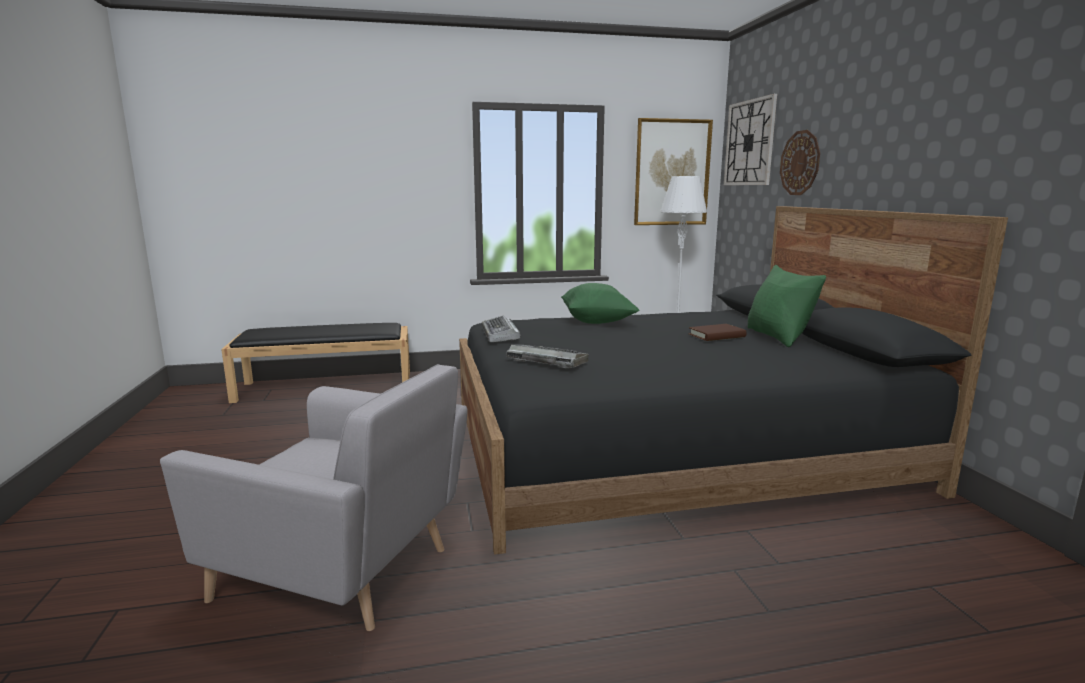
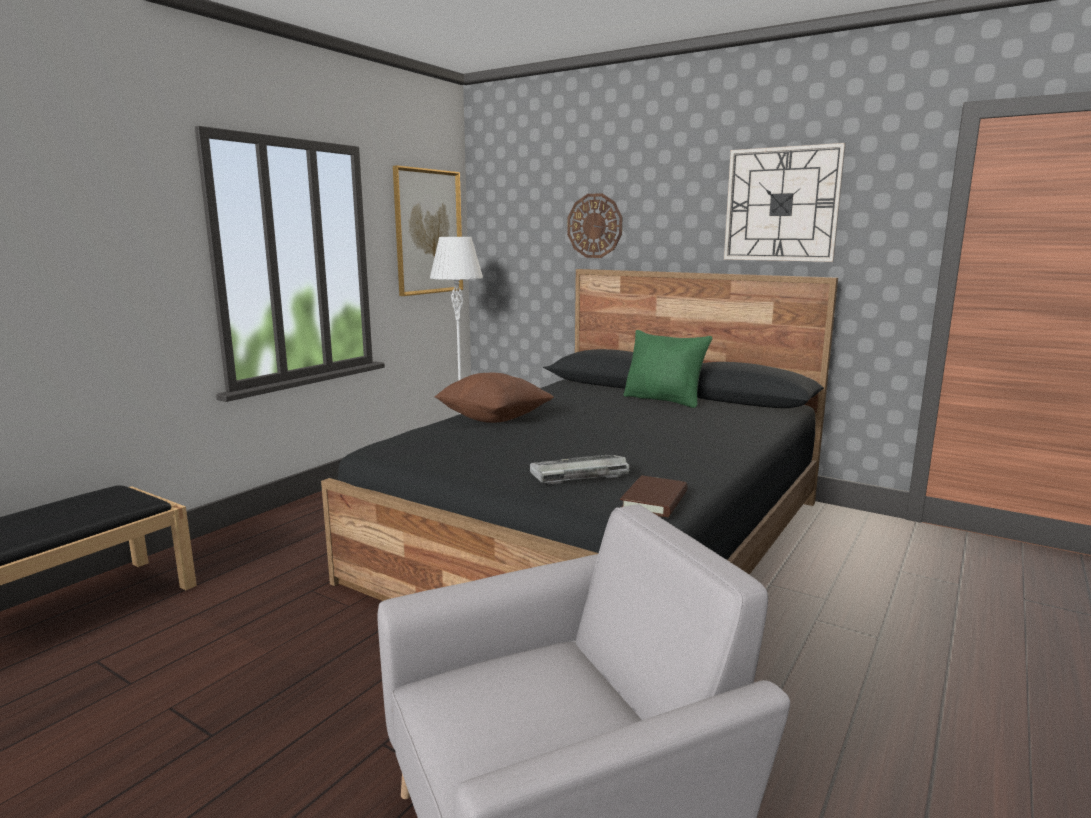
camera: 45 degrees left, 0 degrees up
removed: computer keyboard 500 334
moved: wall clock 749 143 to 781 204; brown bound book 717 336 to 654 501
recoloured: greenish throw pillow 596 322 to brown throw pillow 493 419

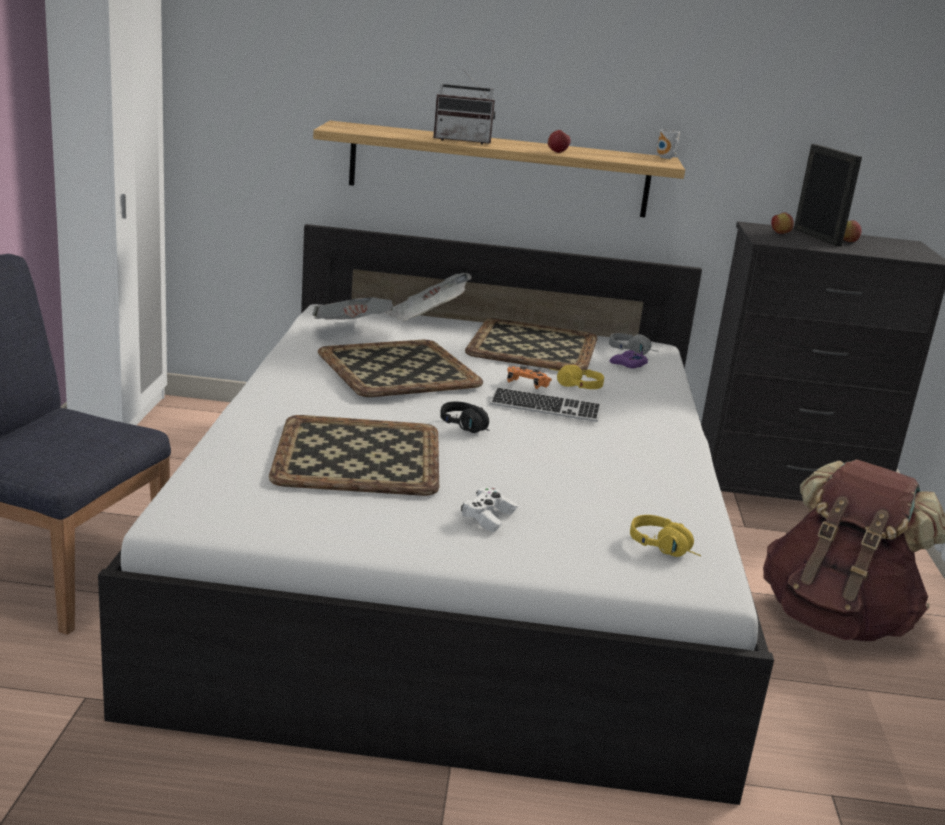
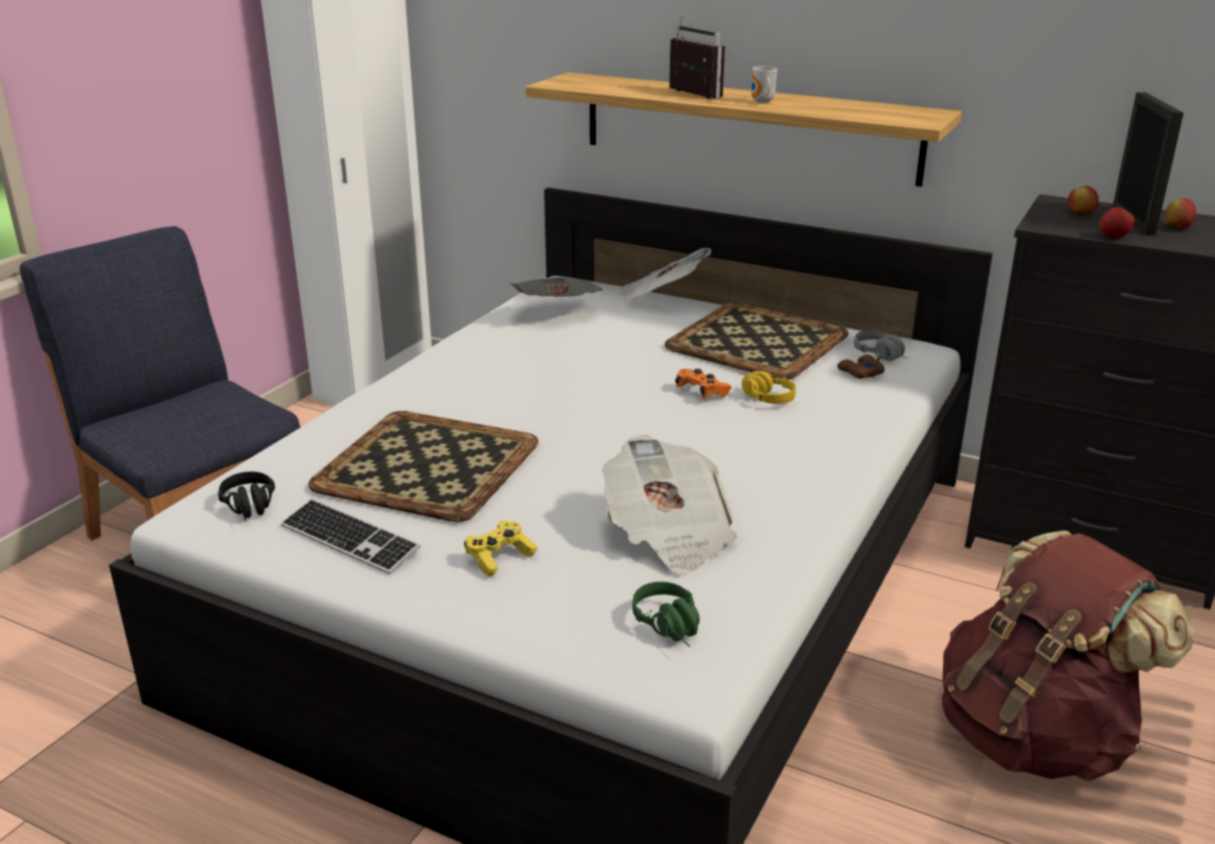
camera: 25 degrees right, 5 degrees up
removed: serving tray 397 369
added: daily paper 668 535
moved: mug 666 158 to 762 102; apple fruit 557 152 to 1113 237; computer keyboard 545 408 to 349 539; black-coloured headphones 469 428 to 251 509
recoloured: purple-coloured gamepad 627 364 to brown gamepad 860 372; whitish gamepad 488 518 to yellow gamepad 499 558; yellow headphones 666 549 to greenish headphones 672 628
turned: radio 462 140 = 688 95 150 degrees counterclockwise

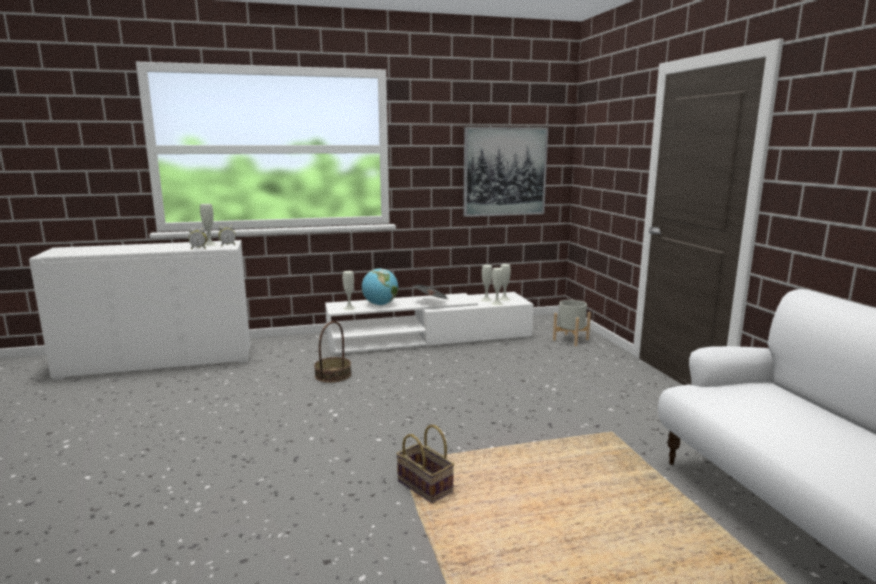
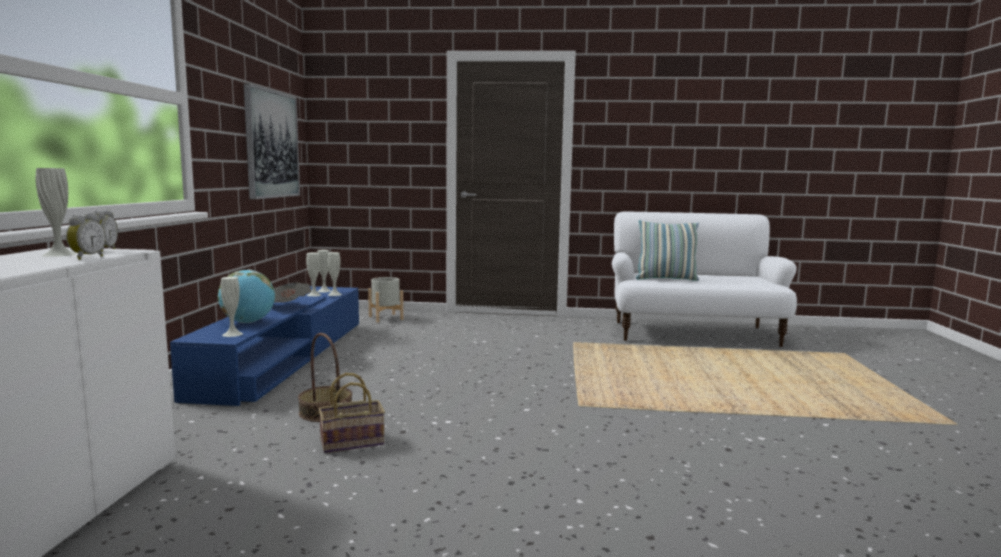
camera: 70 degrees left, 5 degrees down
added: throw pillow 666 279
moved: storage basket 426 487 to 353 442
recoloured: whitish media console 429 338 to bluish media console 285 356

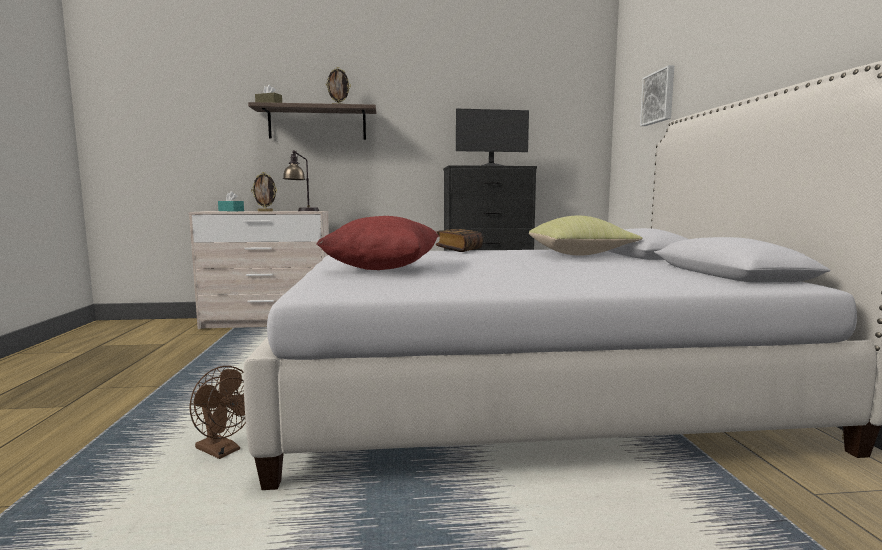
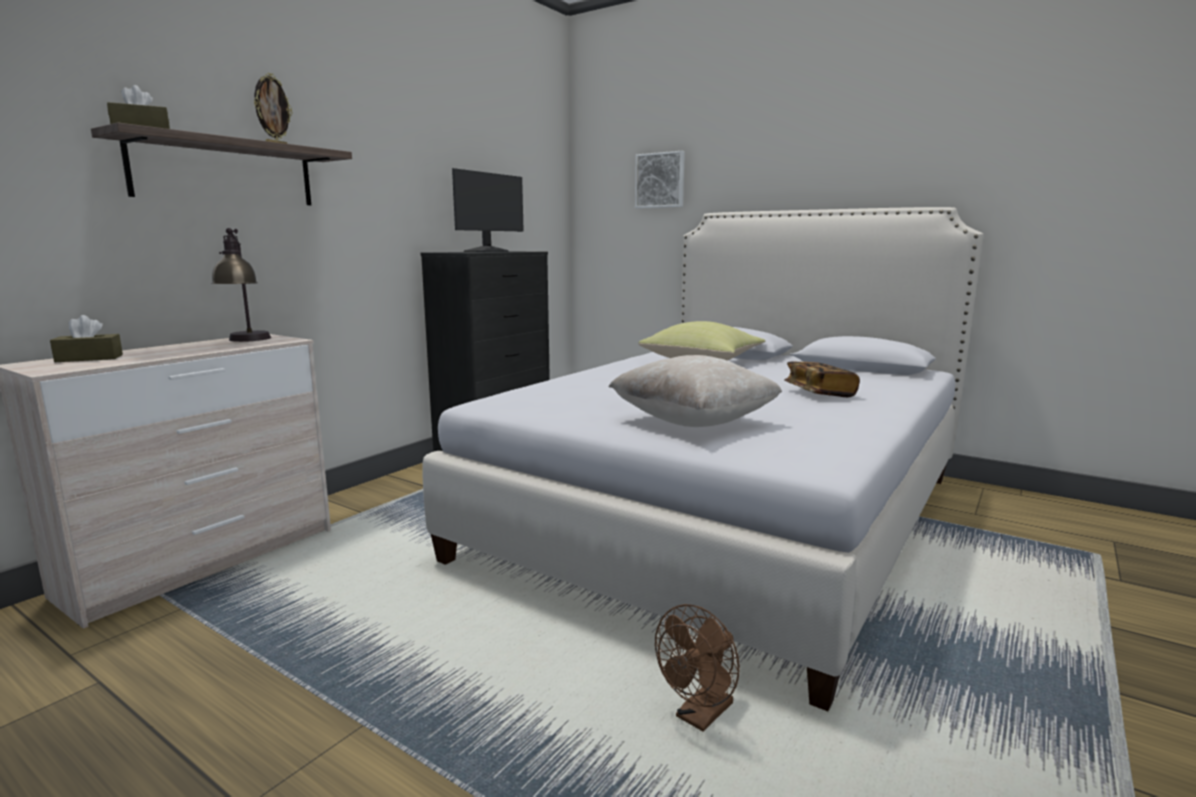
camera: 50 degrees left, 5 degrees up
removed: standing frame 265 211
moved: bound book 459 250 to 819 393
recoloured: blue-green tissue box 231 211 to brown tissue box 89 358; red-coloured throw pillow 383 269 to sand-coloured throw pillow 693 422
turned: brown electric fan 223 451 = 700 716 150 degrees clockwise

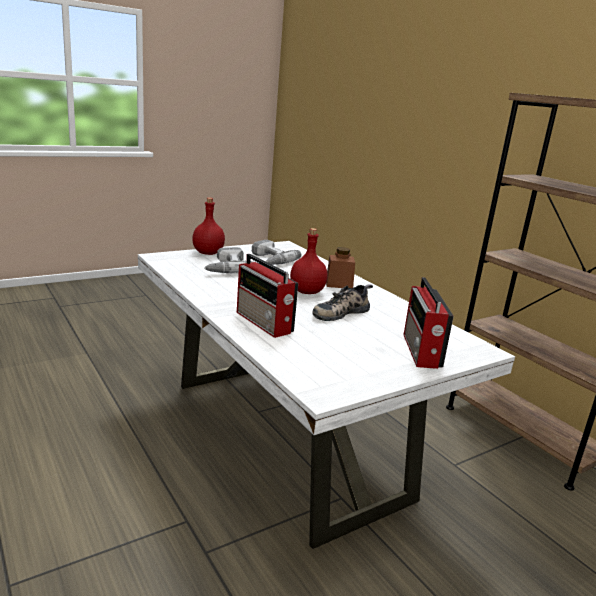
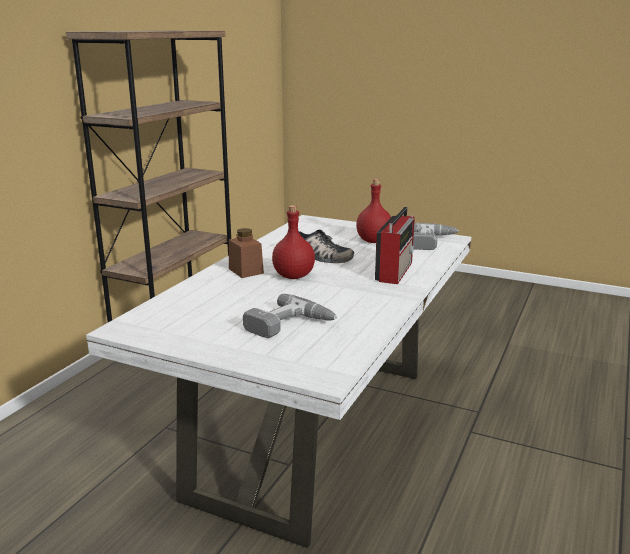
camera: 120 degrees left, 0 degrees up
removed: radio 421 351
moved: red-coloured bottle 207 253 to 374 241; electric drill 269 259 to 431 242

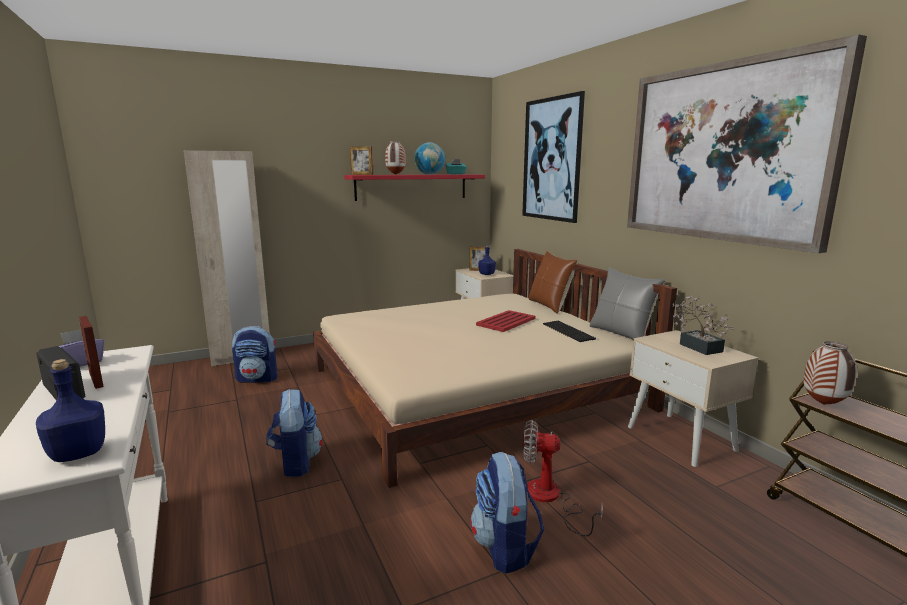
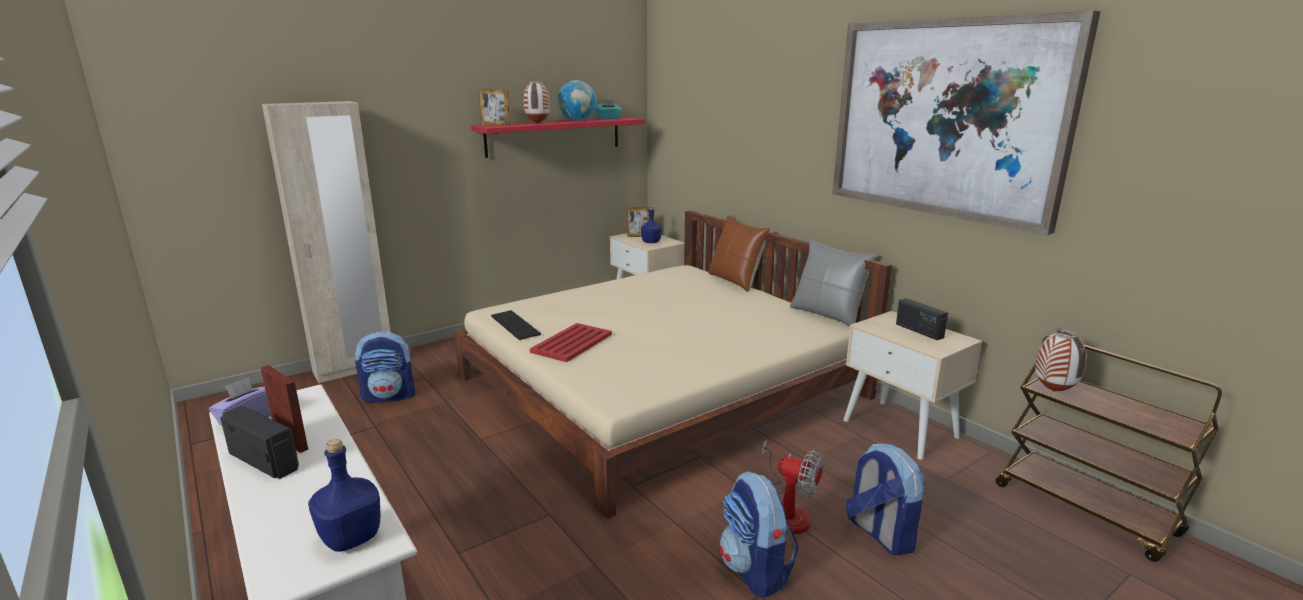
camera: 10 degrees left, 5 degrees up
removed: picture 551 159
moved: red-coloured serving tray 505 322 to 571 343; computer keyboard 569 331 to 516 325; rucksack 295 462 to 880 534
replaced: houseplant 697 346 to radio 919 331
turned: electric fan 550 499 = 786 511 150 degrees counterclockwise

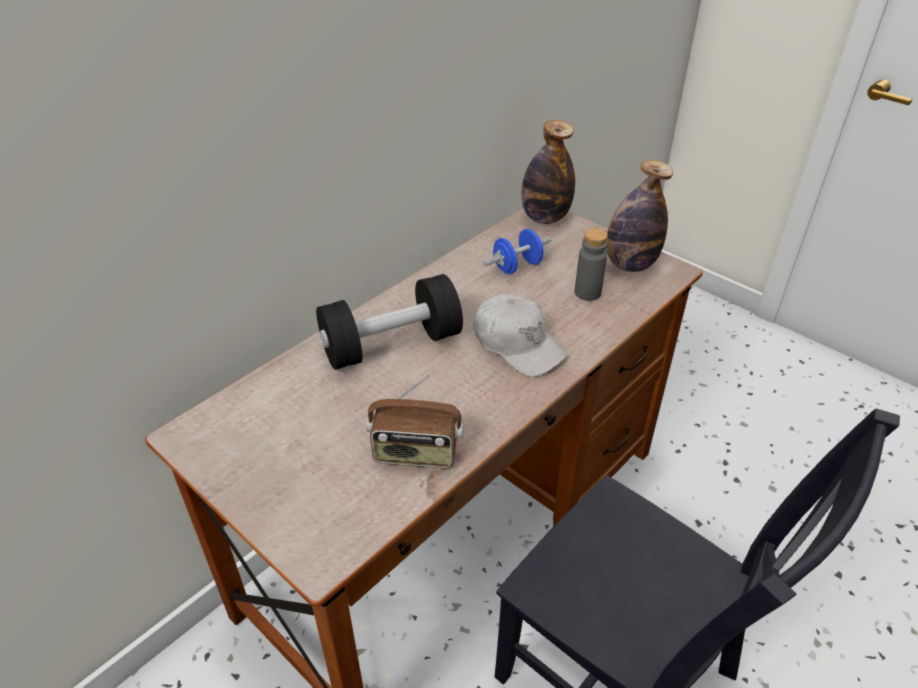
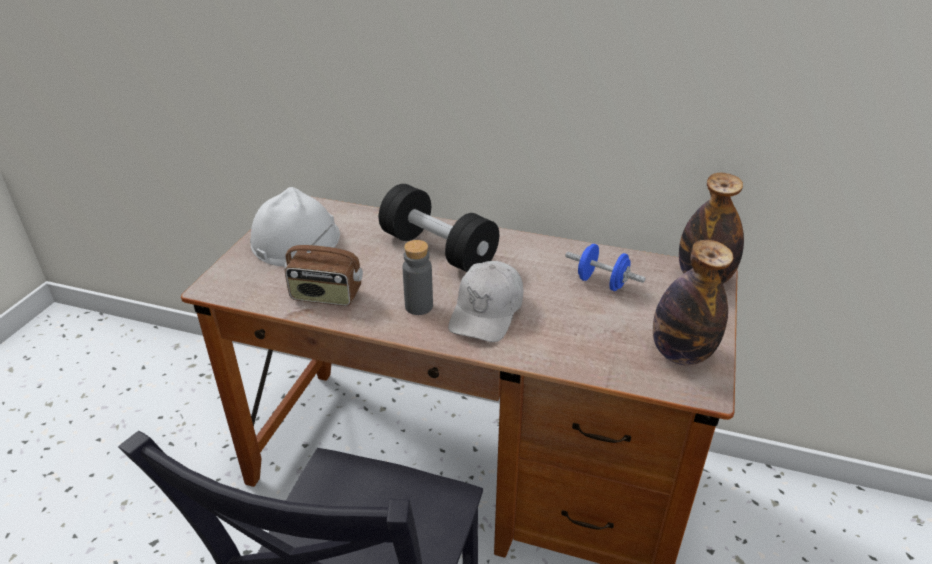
camera: 65 degrees right, 5 degrees down
added: whitish safety helmet 295 240
moved: gray bottle 587 292 to 419 306
turned: radio 415 453 = 326 296 60 degrees counterclockwise

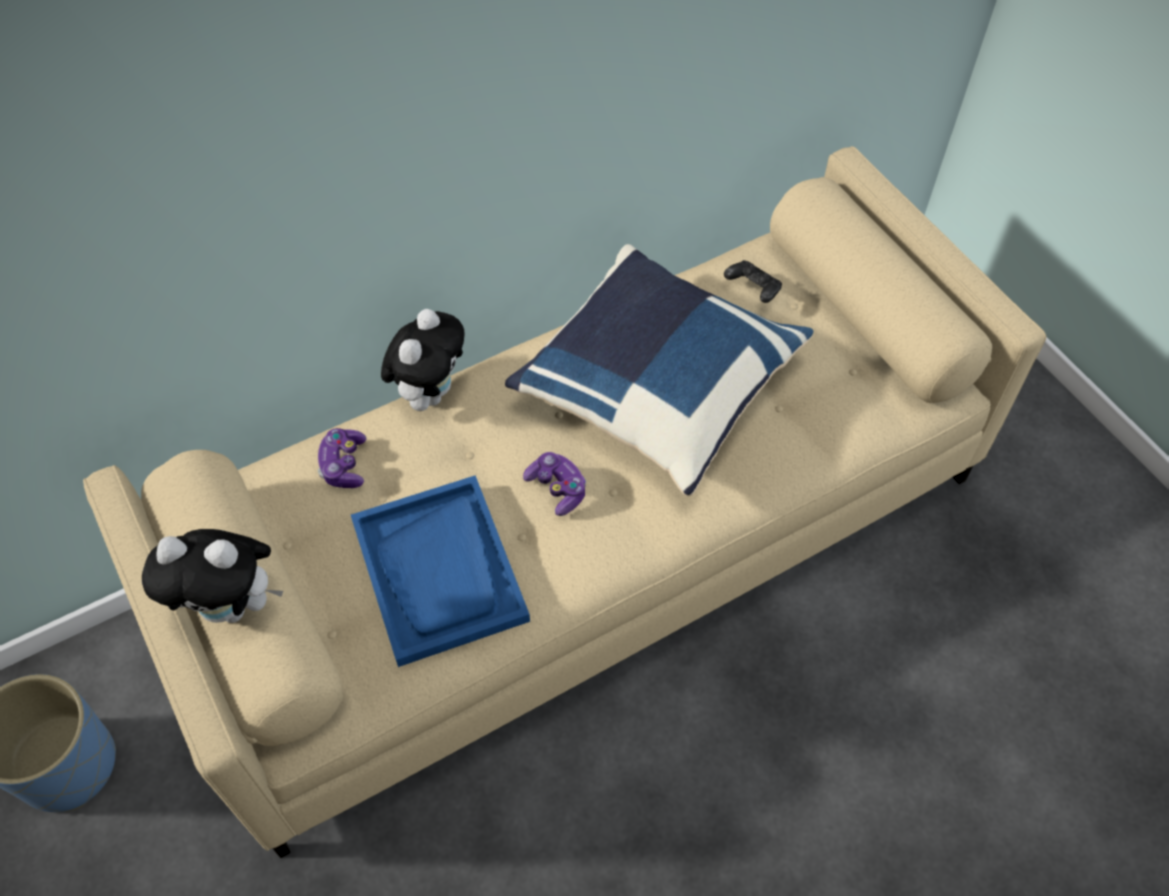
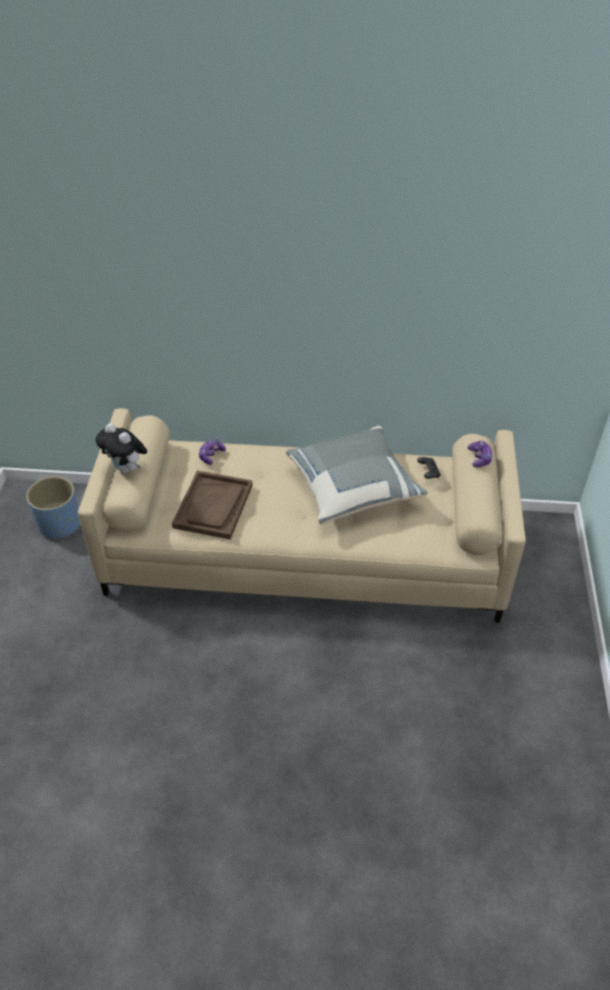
camera: 35 degrees right, 10 degrees down
removed: cuddly toy 430 392
moved: gamepad 557 488 to 479 458
recoloured: bluish throw pillow 656 388 to gray throw pillow 352 488; bluish serving tray 440 571 to brown serving tray 213 506

